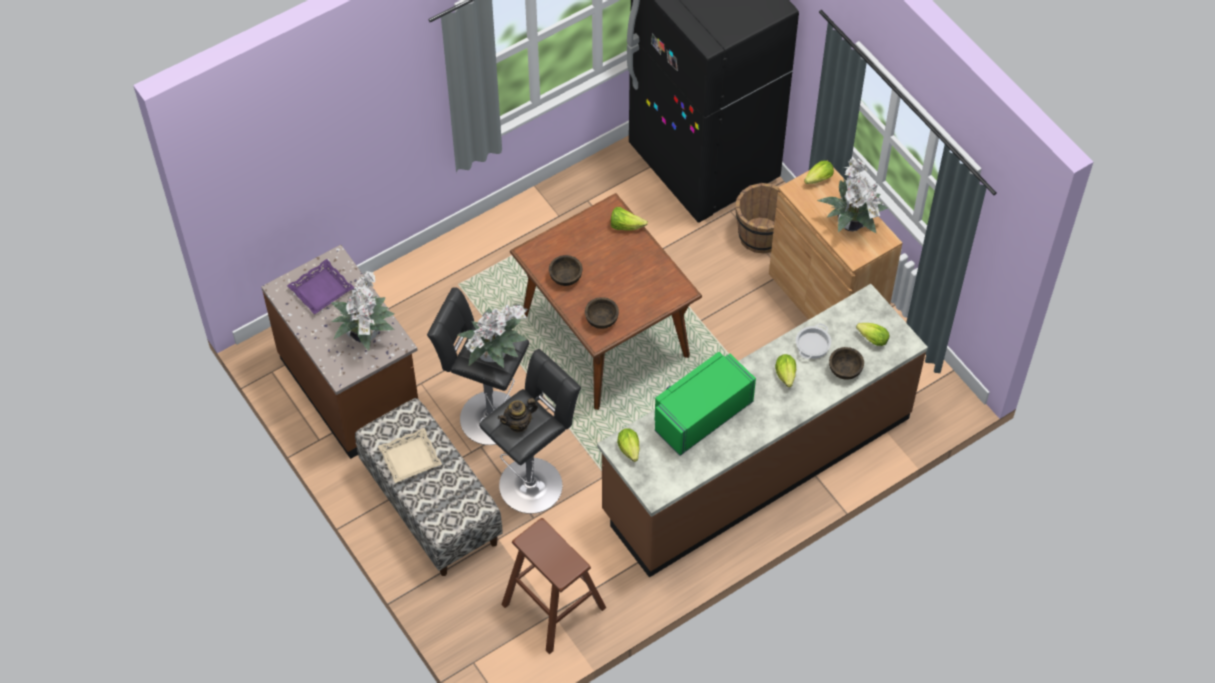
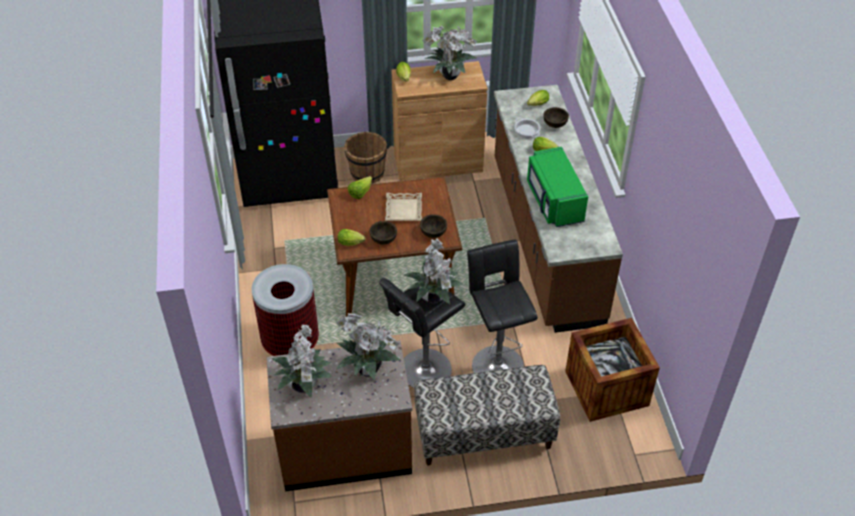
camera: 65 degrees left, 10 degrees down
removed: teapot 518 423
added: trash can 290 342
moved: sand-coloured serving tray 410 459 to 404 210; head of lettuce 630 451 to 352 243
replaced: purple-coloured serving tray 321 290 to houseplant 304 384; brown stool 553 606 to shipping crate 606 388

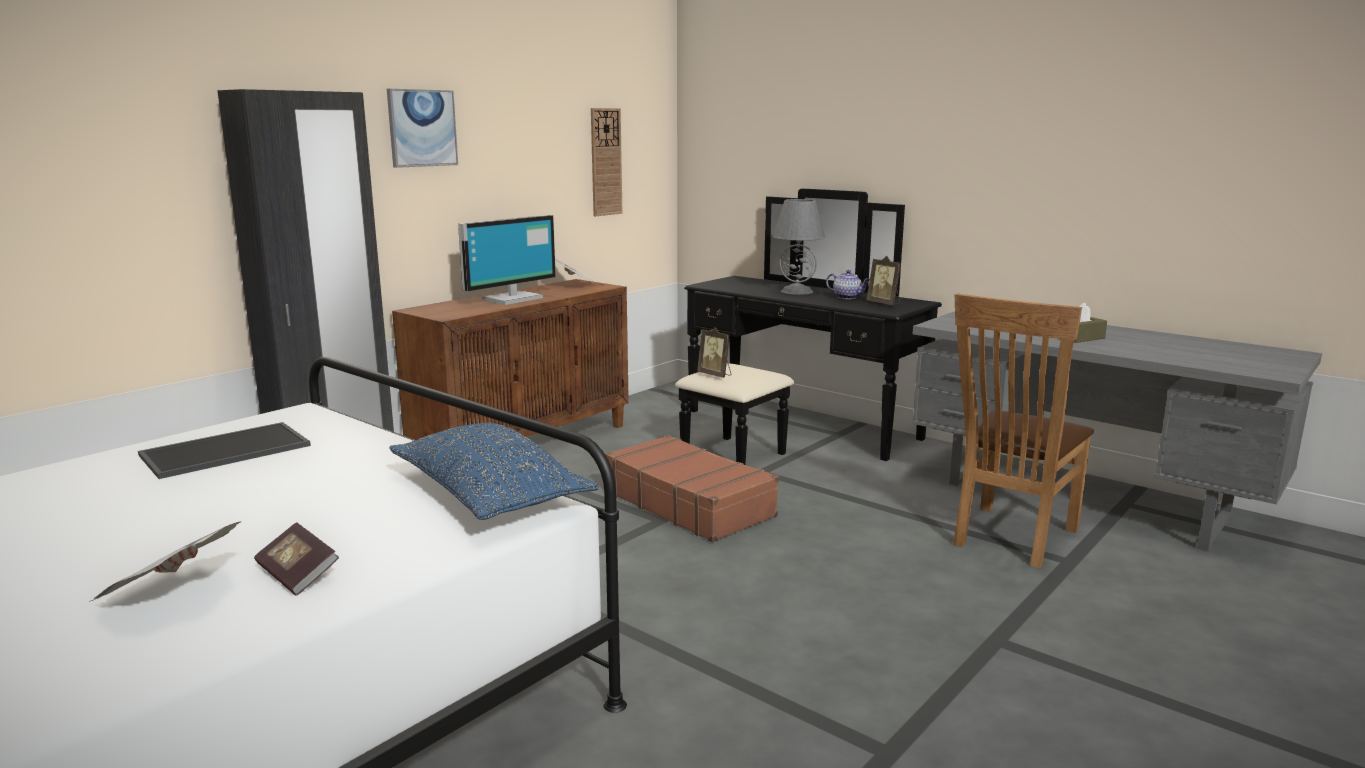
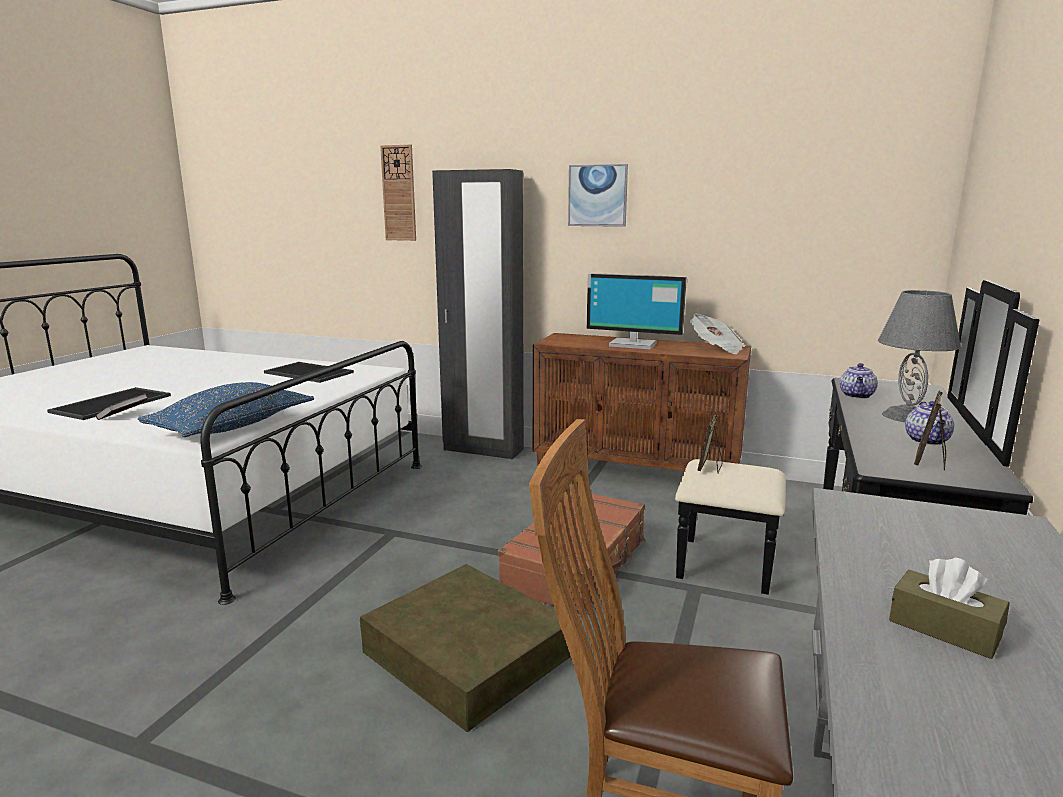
camera: 70 degrees right, 0 degrees up
added: teapot 857 396; brown storage container 466 653
moved: wall clock 605 162 to 399 193
replaced: daily paper 172 595 to serving tray 111 403

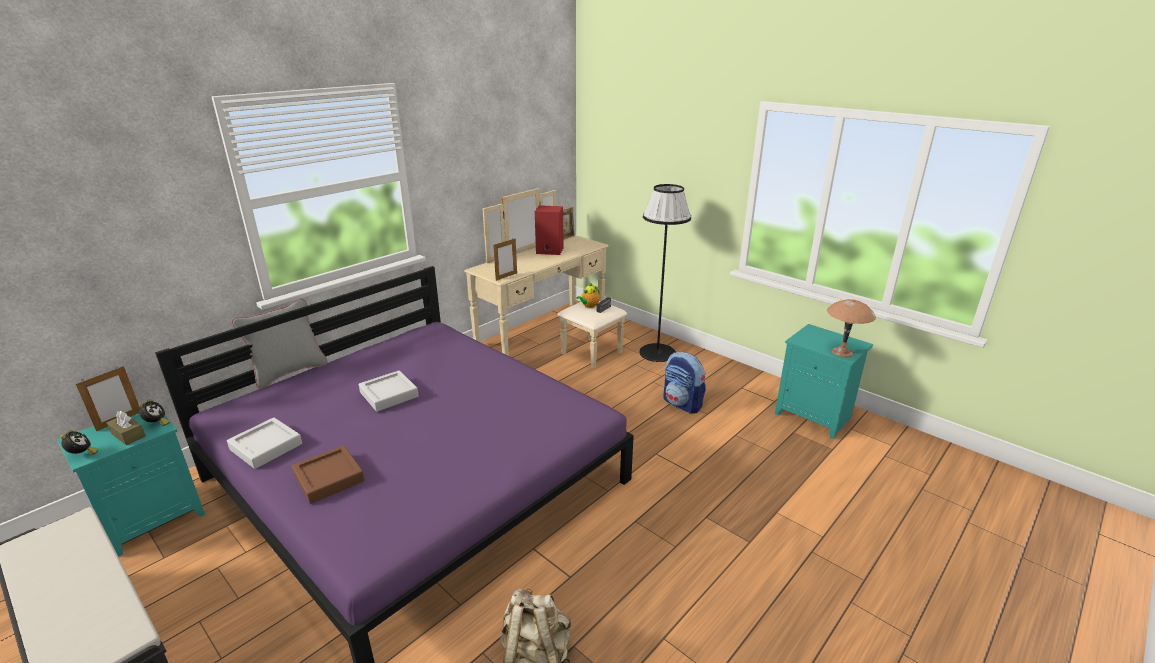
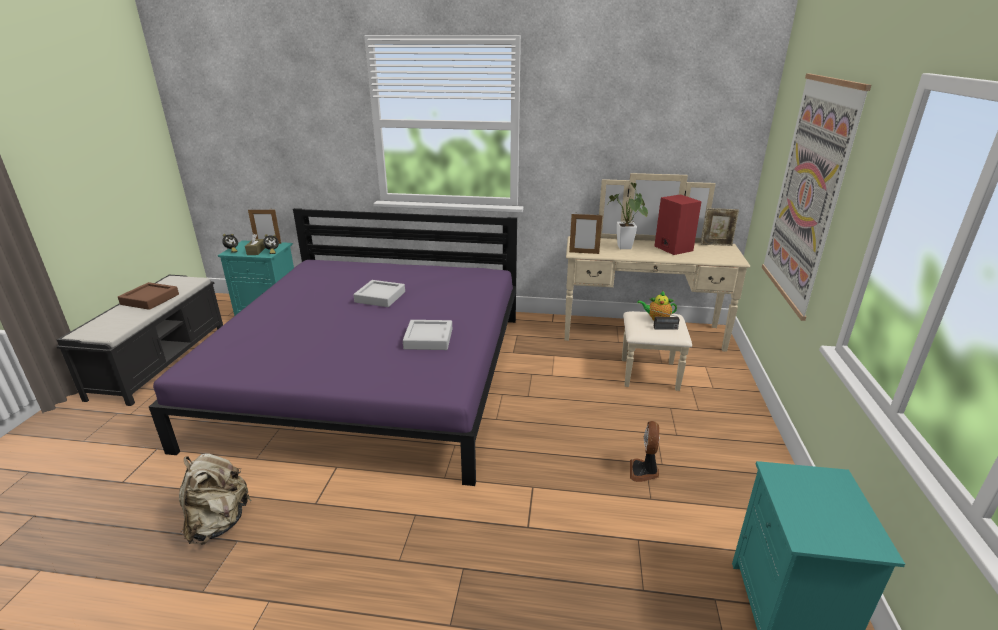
camera: 55 degrees right, 0 degrees up
removed: black-coloured standard lamp 657 352; gray throw pillow 289 372; brown table lamp 841 352
added: picture 807 194; houseplant 624 248
moved: gray serving tray 266 447 to 428 339; brown serving tray 329 478 to 150 299
replaced: rucksack 682 404 to electric fan 644 471

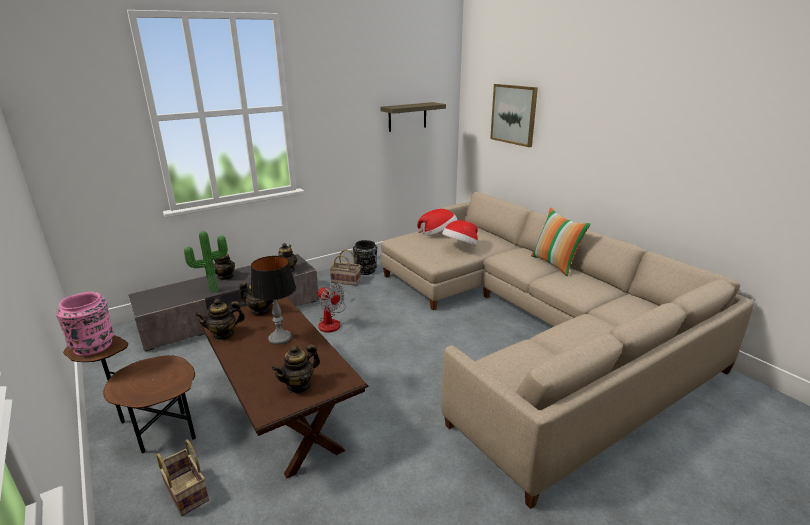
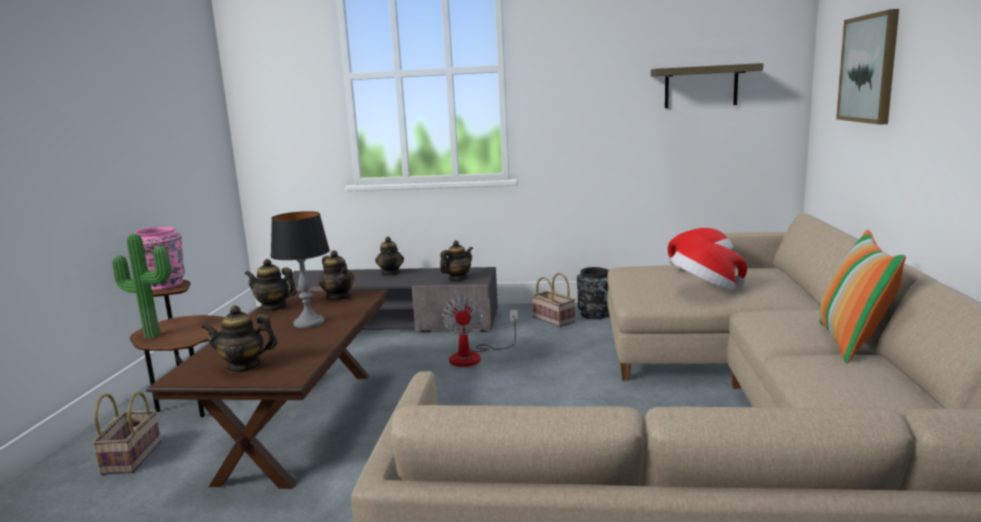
camera: 40 degrees right, 10 degrees down
moved: houseplant 213 290 to 154 334

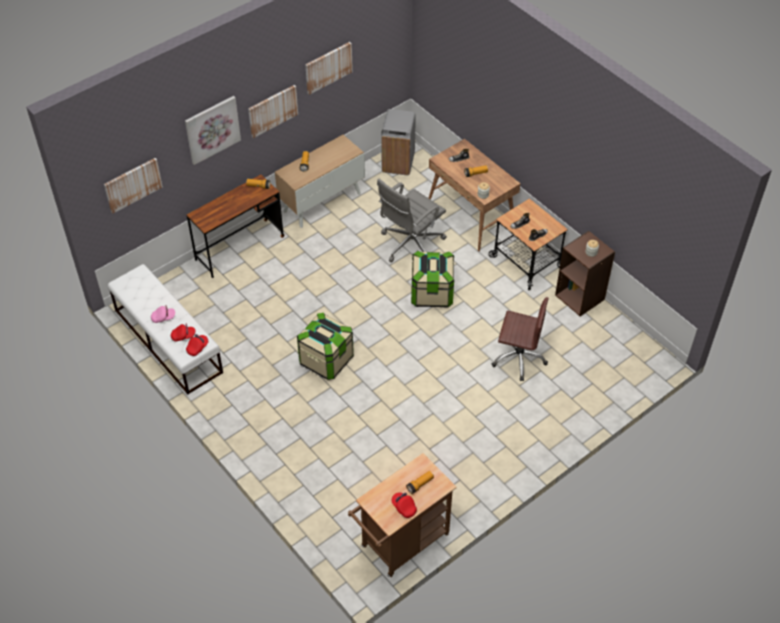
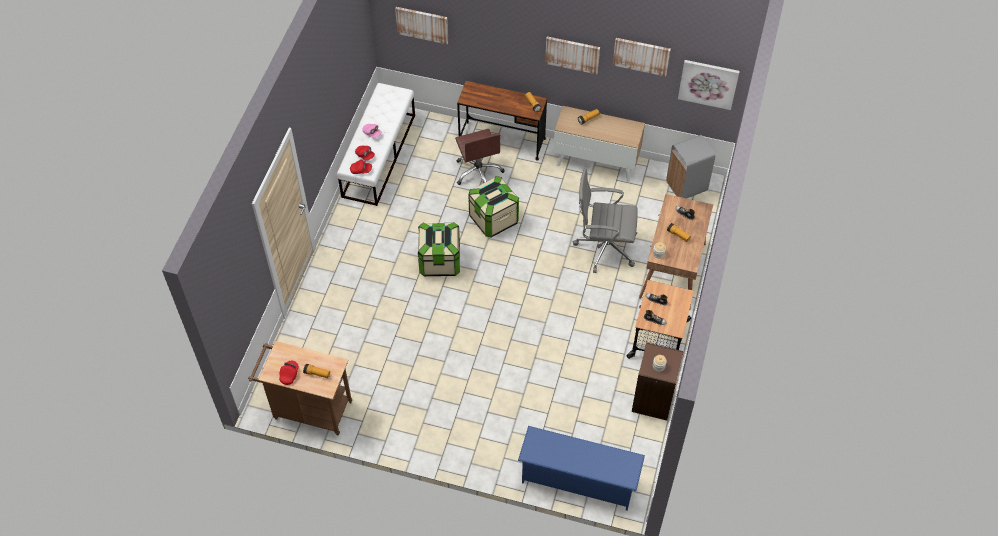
camera: 55 degrees right, 5 degrees up
added: bluish shoe shelf 578 480
moved: picture 212 129 to 708 83; storage container 432 293 to 493 219; brown office chair 518 357 to 478 172

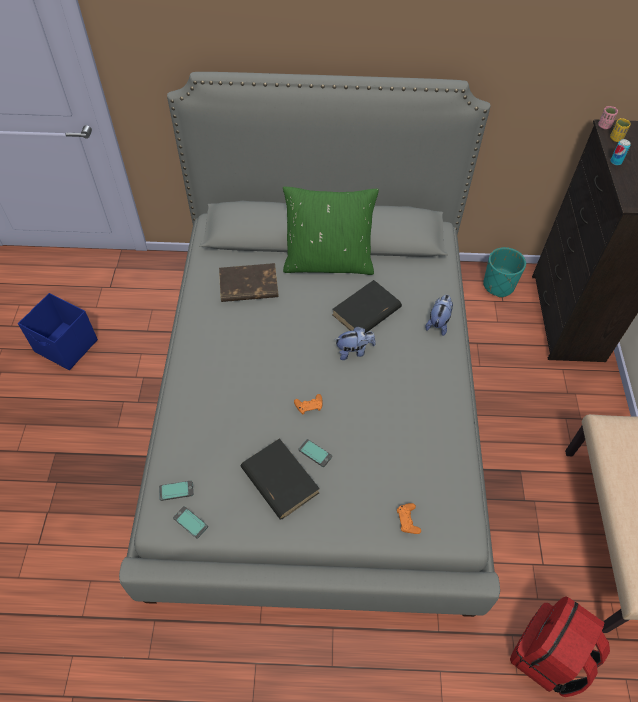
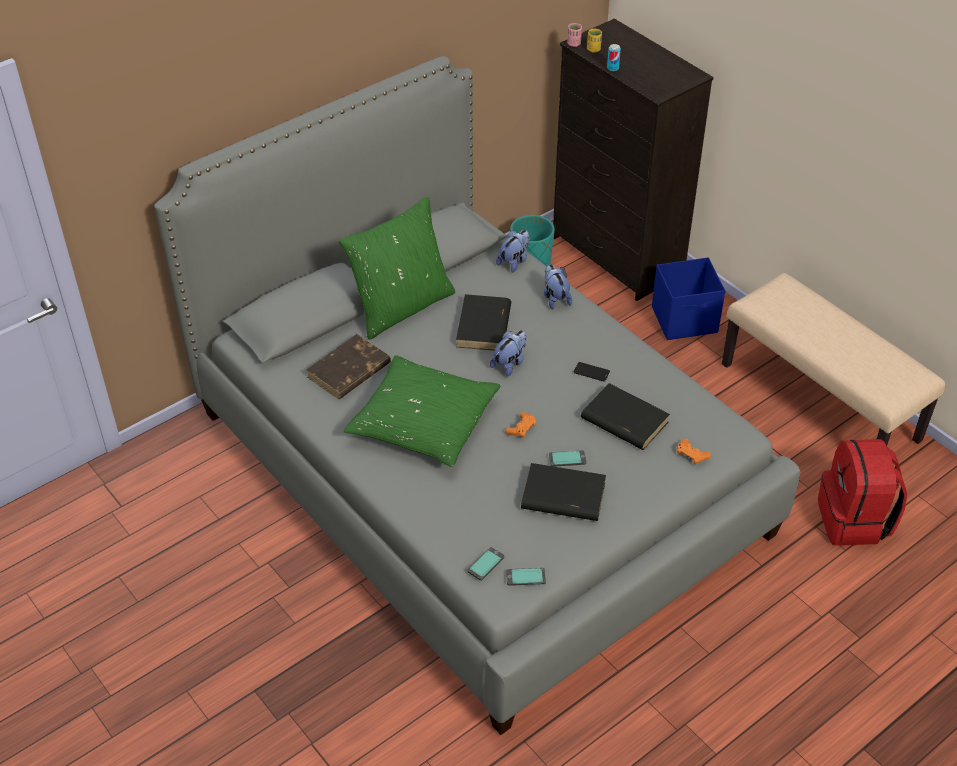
camera: 40 degrees left, 10 degrees down
added: cuddly toy 514 261; greenish throw pillow 423 422; telephone 591 372; black-coloured bound book 623 420
moved: bluish storage container 67 347 to 685 320

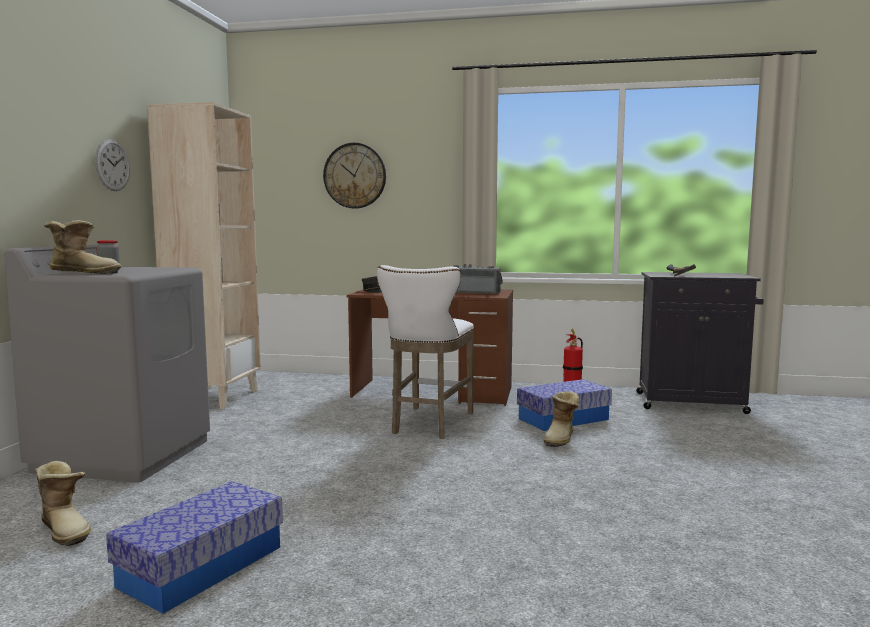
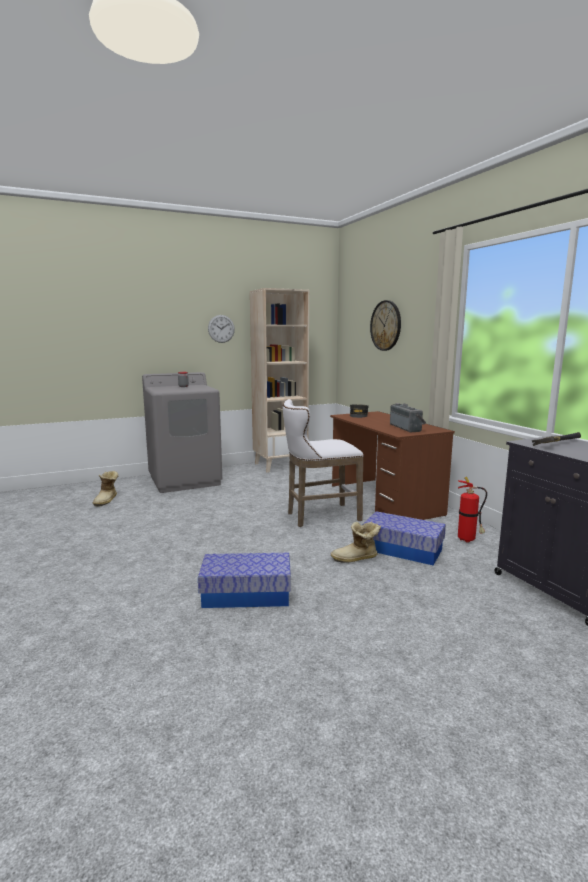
camera: 55 degrees right, 5 degrees up
removed: high-top boot 84 273
moved: storage container 202 566 to 246 594

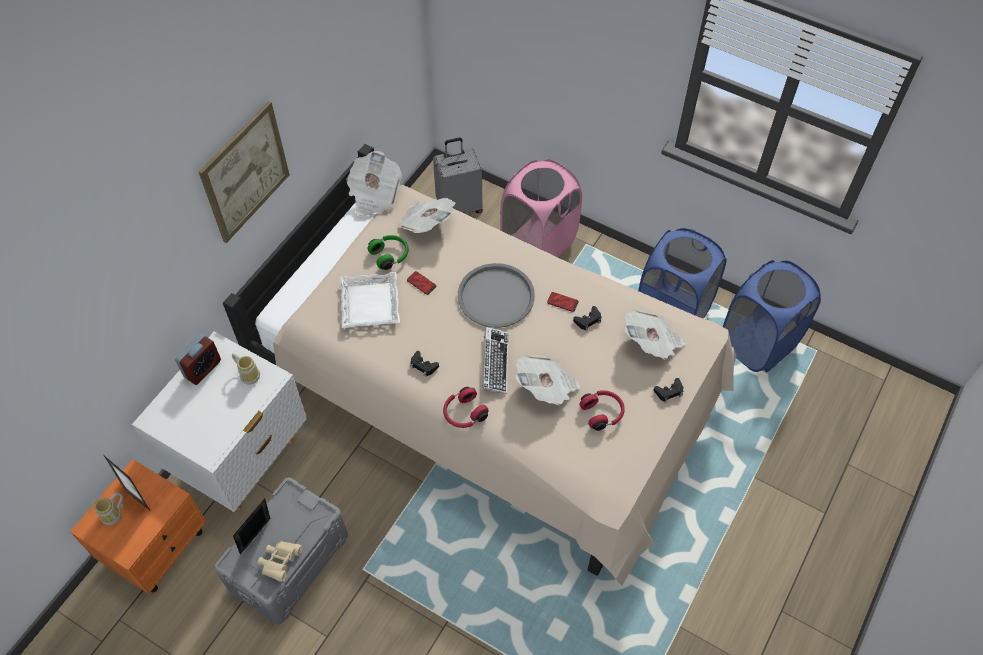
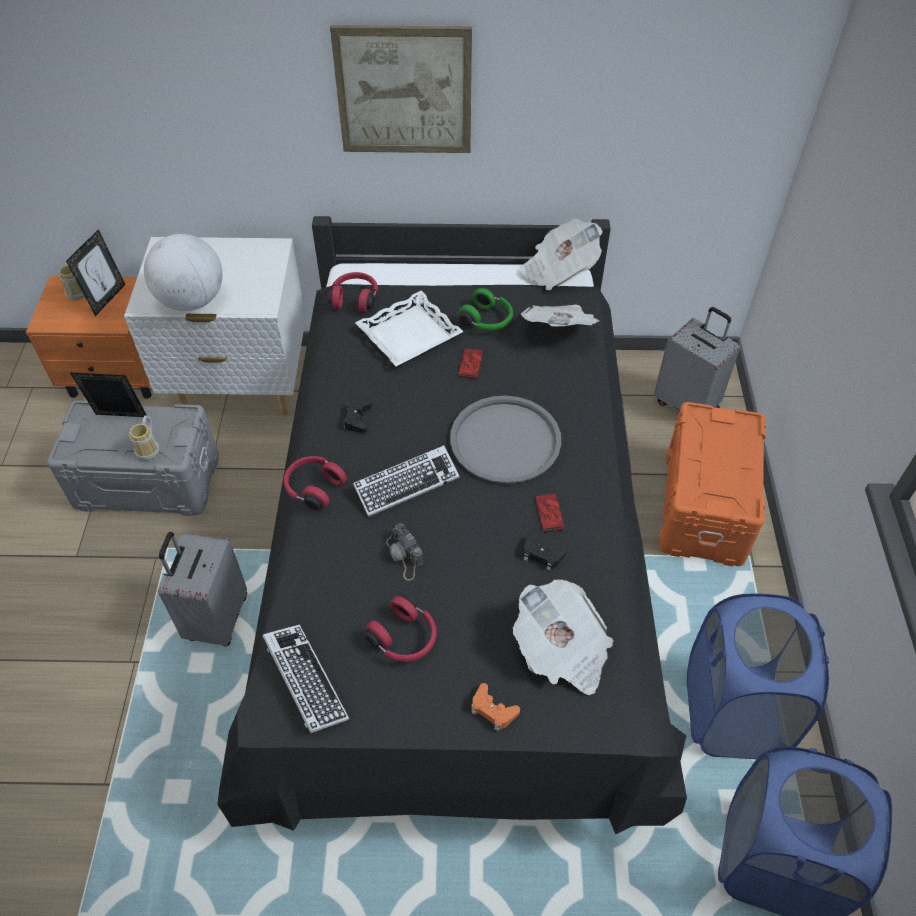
camera: 60 degrees right, 5 degrees down
removed: alarm clock 203 369; sand-coloured binoculars 280 562
added: globe 192 300; red-coloured headphones 355 298; gray travel case 216 618; computer keyboard 305 681
moved: mug 249 374 to 150 449
replaced: pink hamper 538 243 to orangey storage container 705 505; daily paper 547 388 to still camera 404 556
recoloured: sand-coloured sleeping bed 490 395 to black-coloured sleeping bed 456 561; black-coloured gamepad 669 392 to orangey gamepad 493 710

